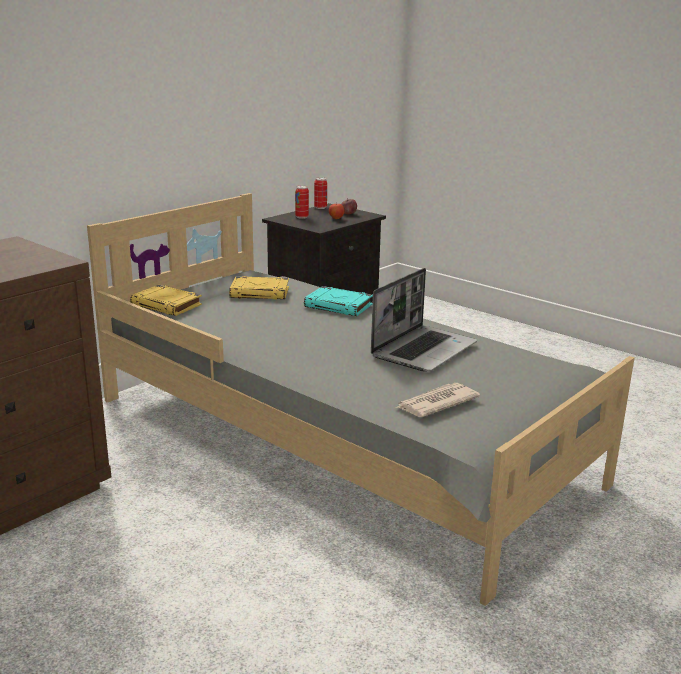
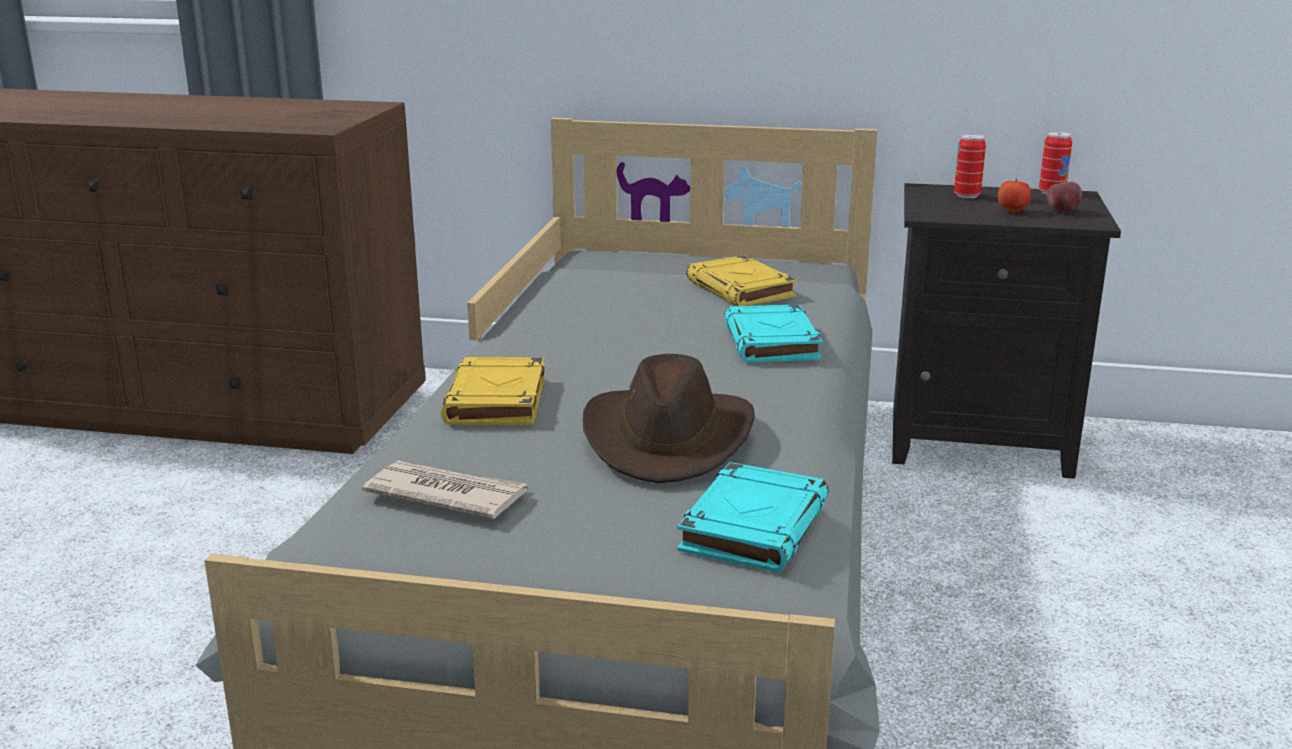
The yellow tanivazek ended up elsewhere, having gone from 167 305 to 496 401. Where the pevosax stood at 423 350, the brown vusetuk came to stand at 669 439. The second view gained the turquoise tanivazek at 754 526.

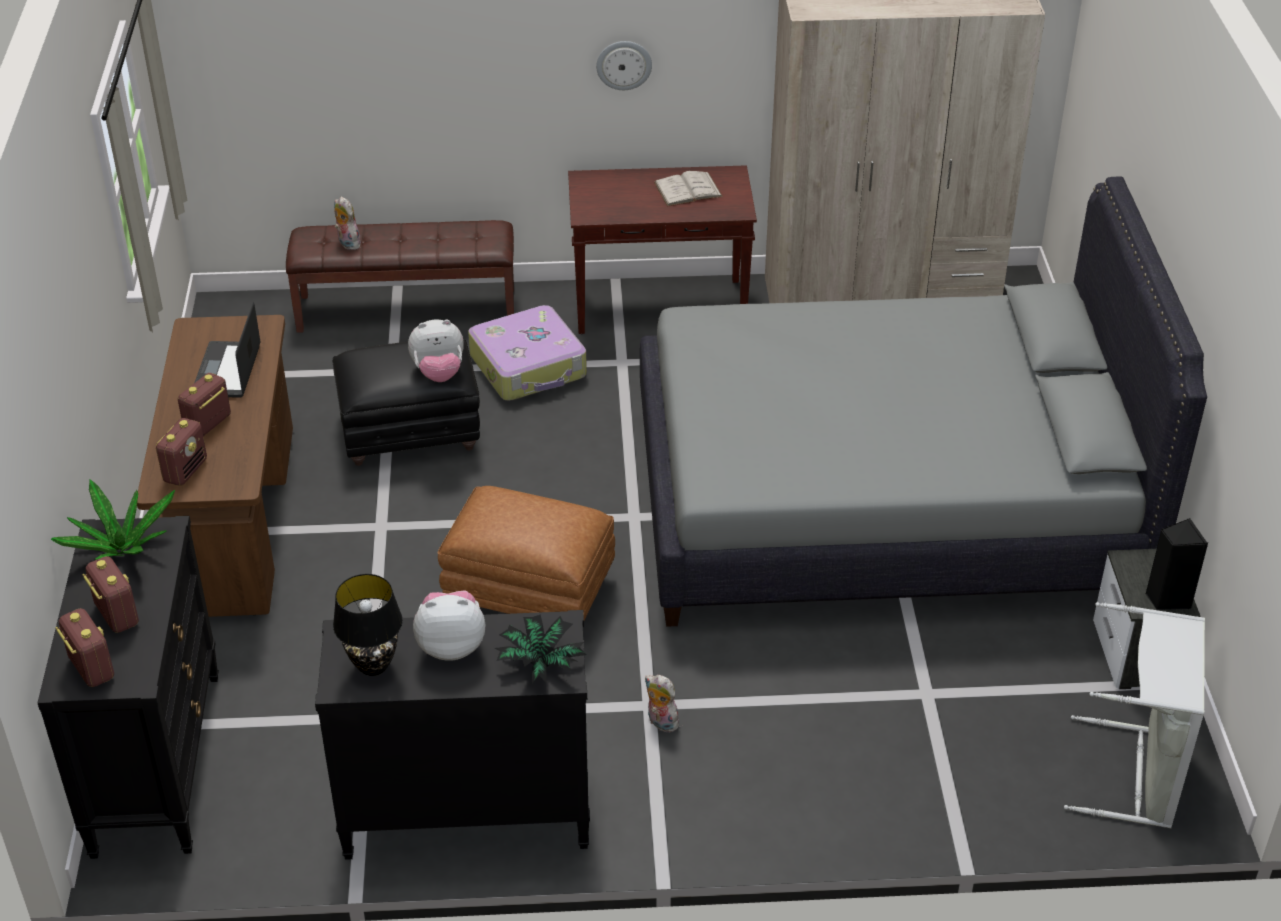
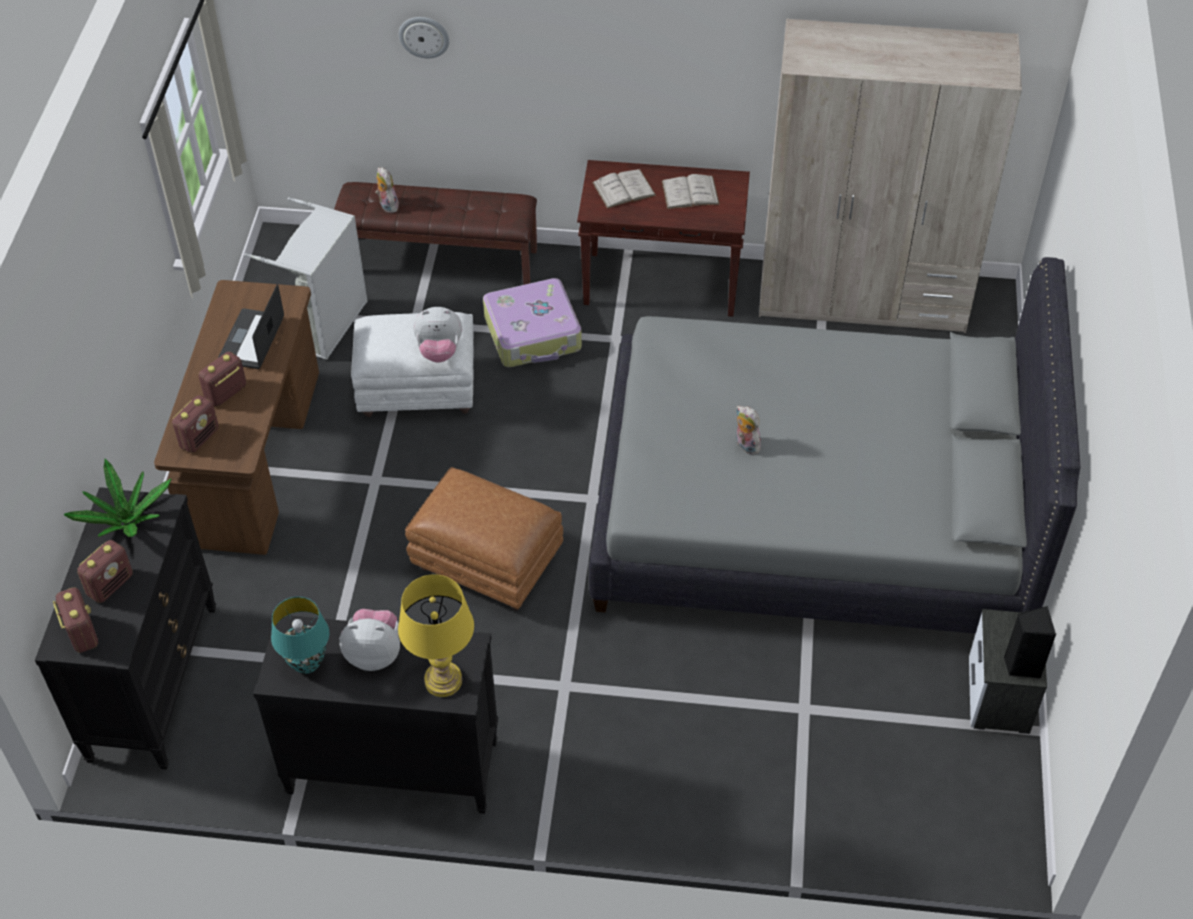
The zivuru at 116 614 ended up facing another way, 60 degrees clockwise from before. The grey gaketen ended up elsewhere, having gone from 1136 775 to 326 324. What was the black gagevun at 373 665 turned into the turquoise gagevun at 307 663. What was the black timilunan at 411 432 turned into the white timilunan at 419 389. Where the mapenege stood at 539 663, the yellow gagevun came to stand at 443 681. The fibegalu ended up elsewhere, having gone from 624 64 to 424 36. The second view gained the white tanivazek at 624 189. The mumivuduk ended up elsewhere, having gone from 660 722 to 745 445.

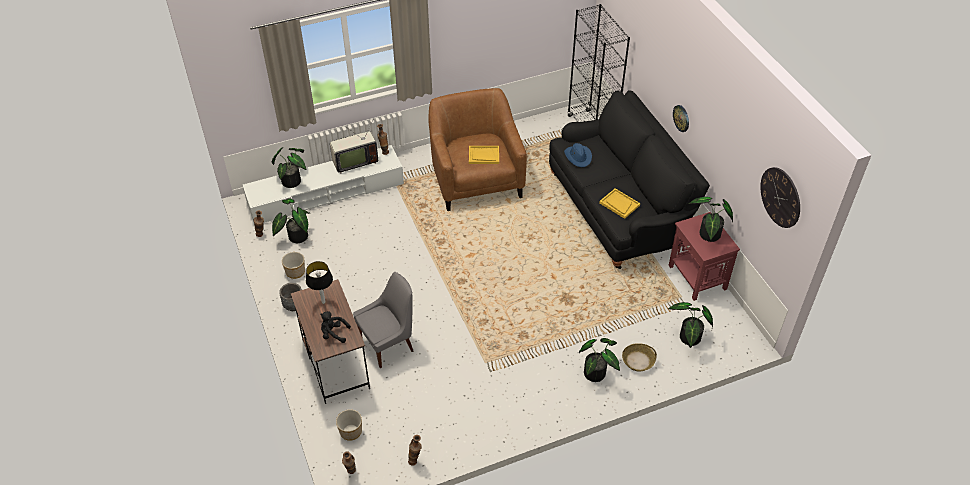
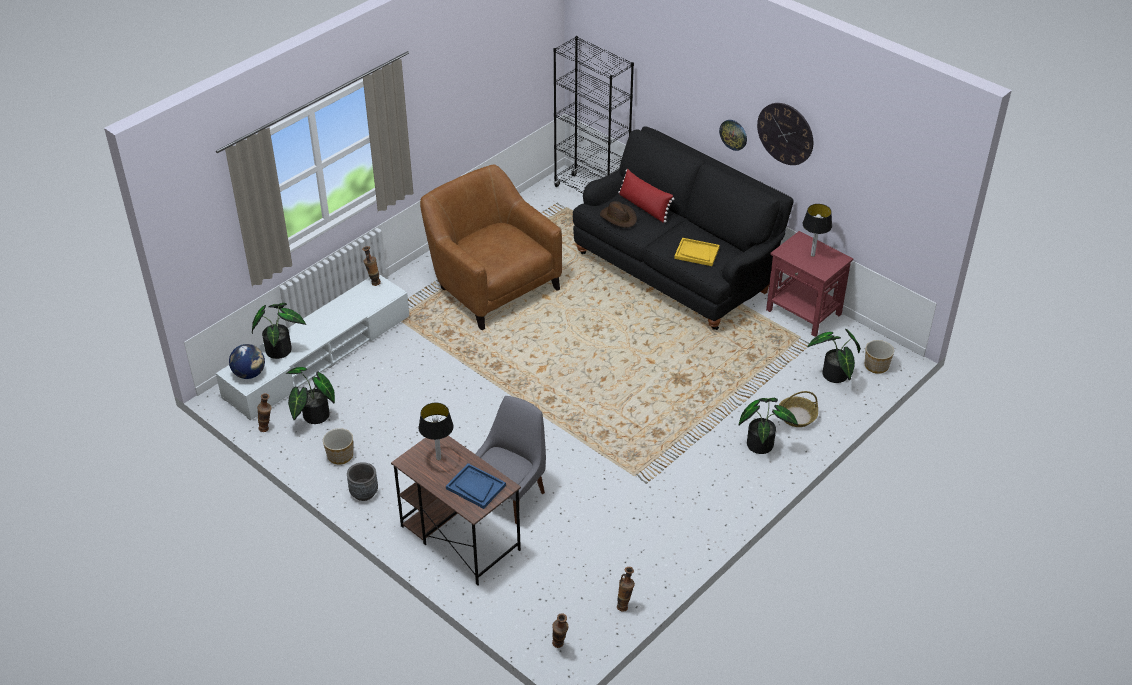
The second view gained the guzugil at 249 374. Where the black mumivuduk stood at 334 333, the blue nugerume came to stand at 475 487. What was the blue vusetuk at 578 157 turned into the brown vusetuk at 618 217. The second view gained the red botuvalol at 644 207. The fibegalu ended up elsewhere, having gone from 780 197 to 785 133. Where the mapenege stood at 708 236, the gagevun came to stand at 813 255. The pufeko ended up elsewhere, having gone from 351 432 to 876 366. The second view lost the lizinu at 354 162. The second view lost the yellow nugerume at 483 156.

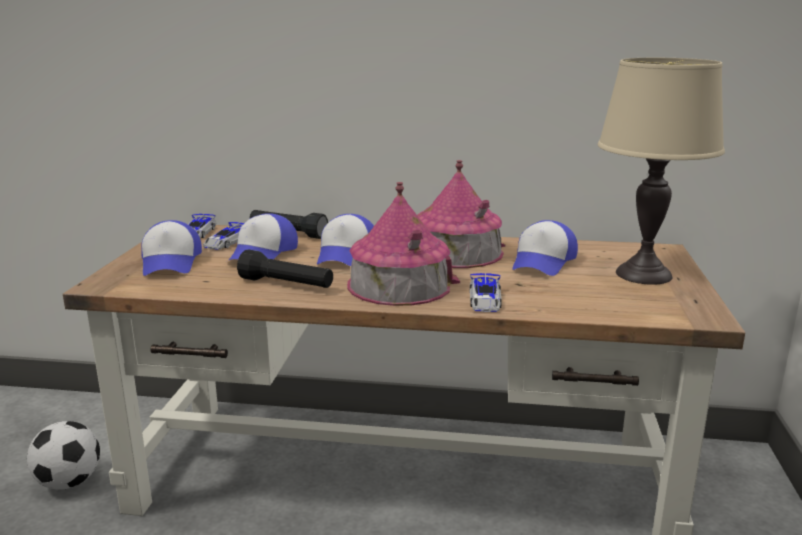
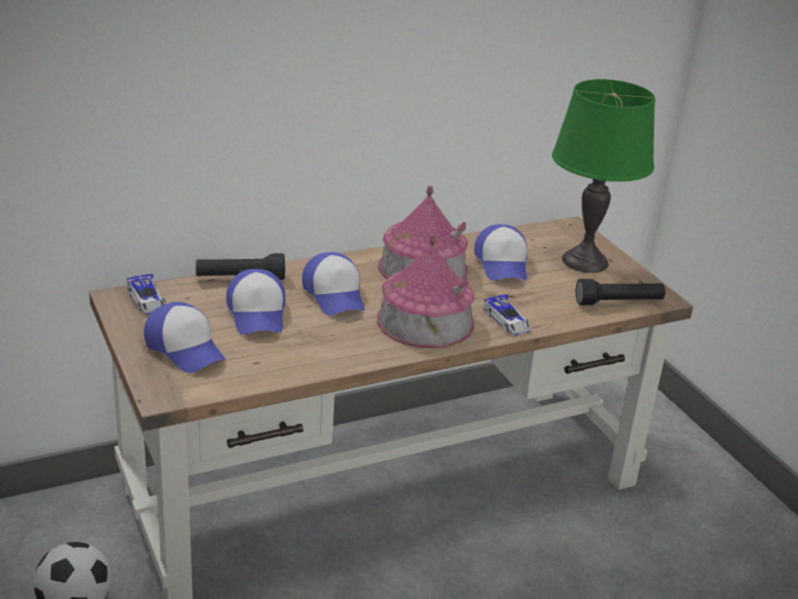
What was the beige gagevun at 643 274 turned into the green gagevun at 585 261. The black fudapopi ended up elsewhere, having gone from 286 285 to 619 303. The second view lost the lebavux at 226 242.

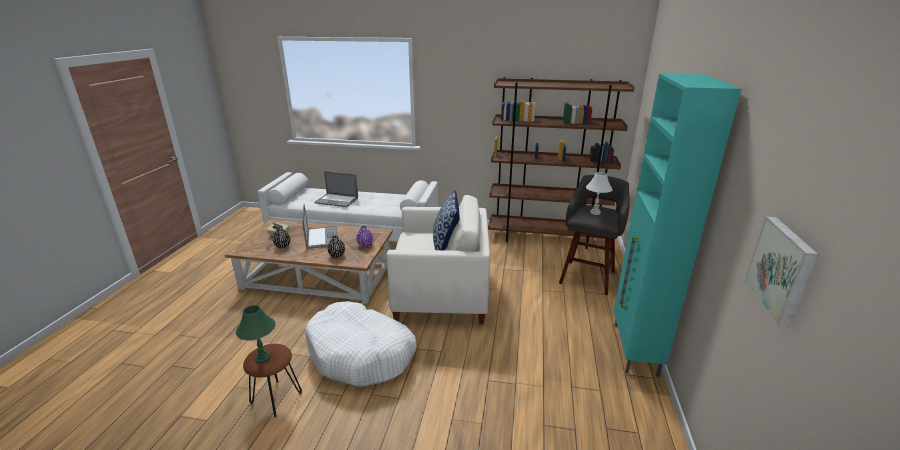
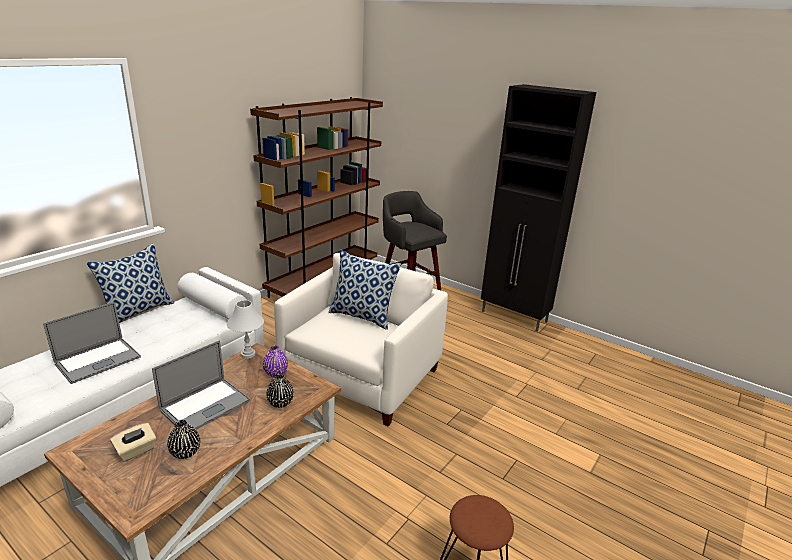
The second view gained the botuvalol at 138 311. The pevosax at 321 237 ended up facing another way, 120 degrees clockwise from before. The white gagevun ended up elsewhere, having gone from 595 213 to 248 354. What was the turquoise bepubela at 634 349 turned into the black bepubela at 514 317. The second view lost the green gagevun at 263 358. The second view lost the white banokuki at 361 353. The second view lost the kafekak at 782 269.

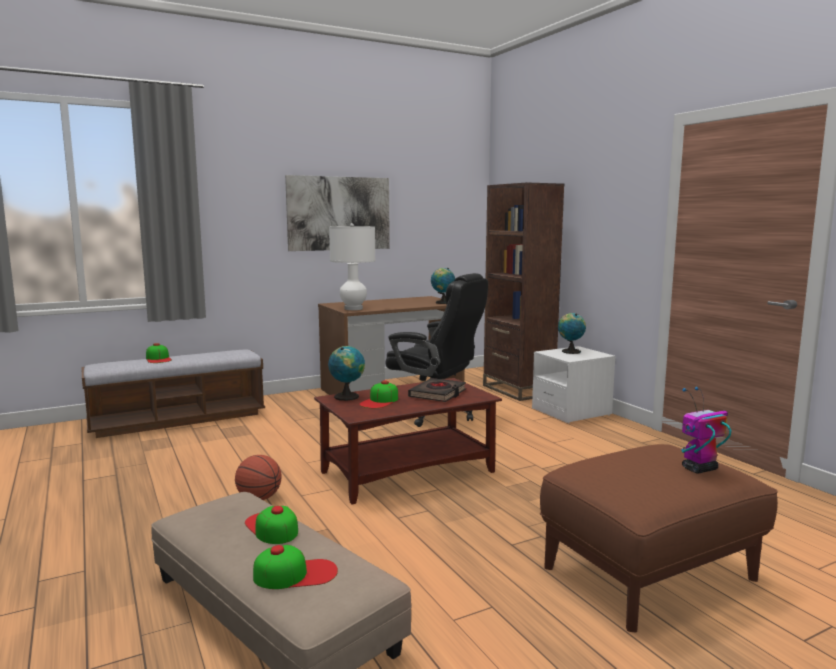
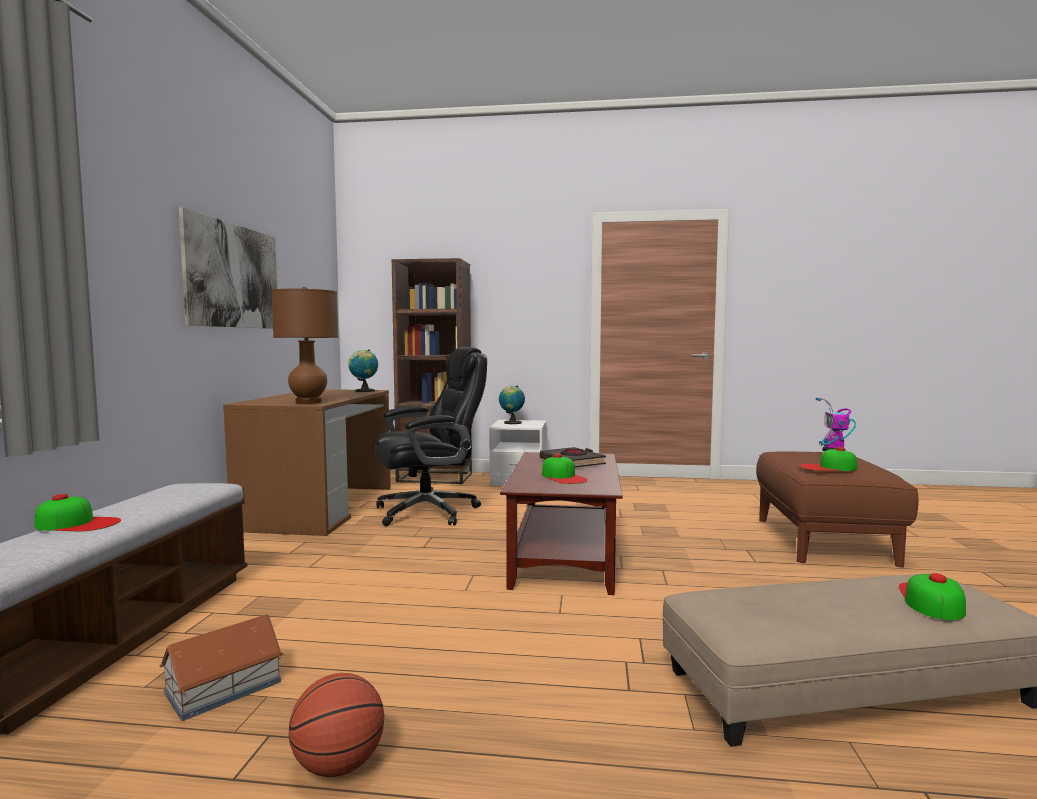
The second view gained the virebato at 222 688. What was the white gagevun at 353 309 turned into the brown gagevun at 308 402. The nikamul ended up elsewhere, having gone from 259 498 to 338 766. The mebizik ended up elsewhere, having gone from 271 527 to 828 467. The second view lost the guzugil at 347 396.

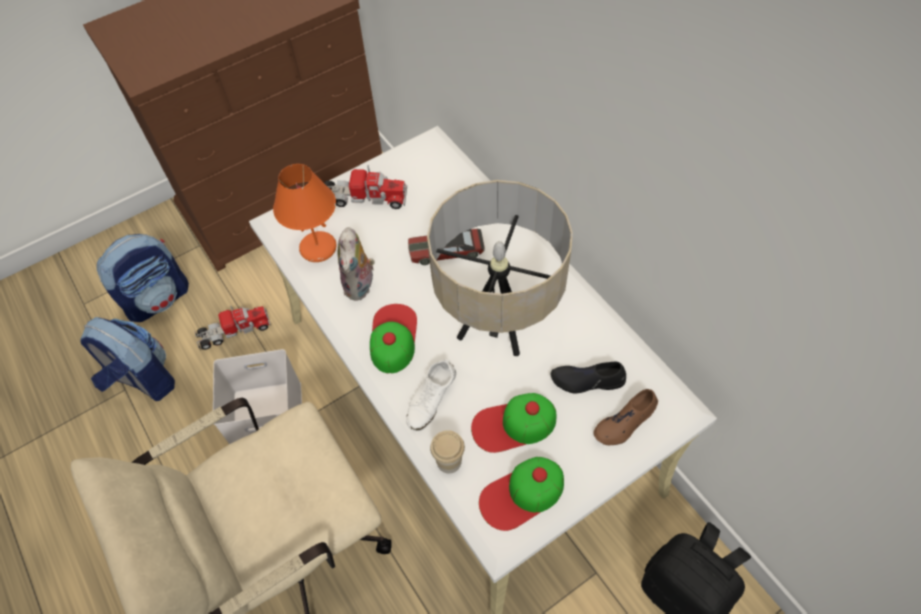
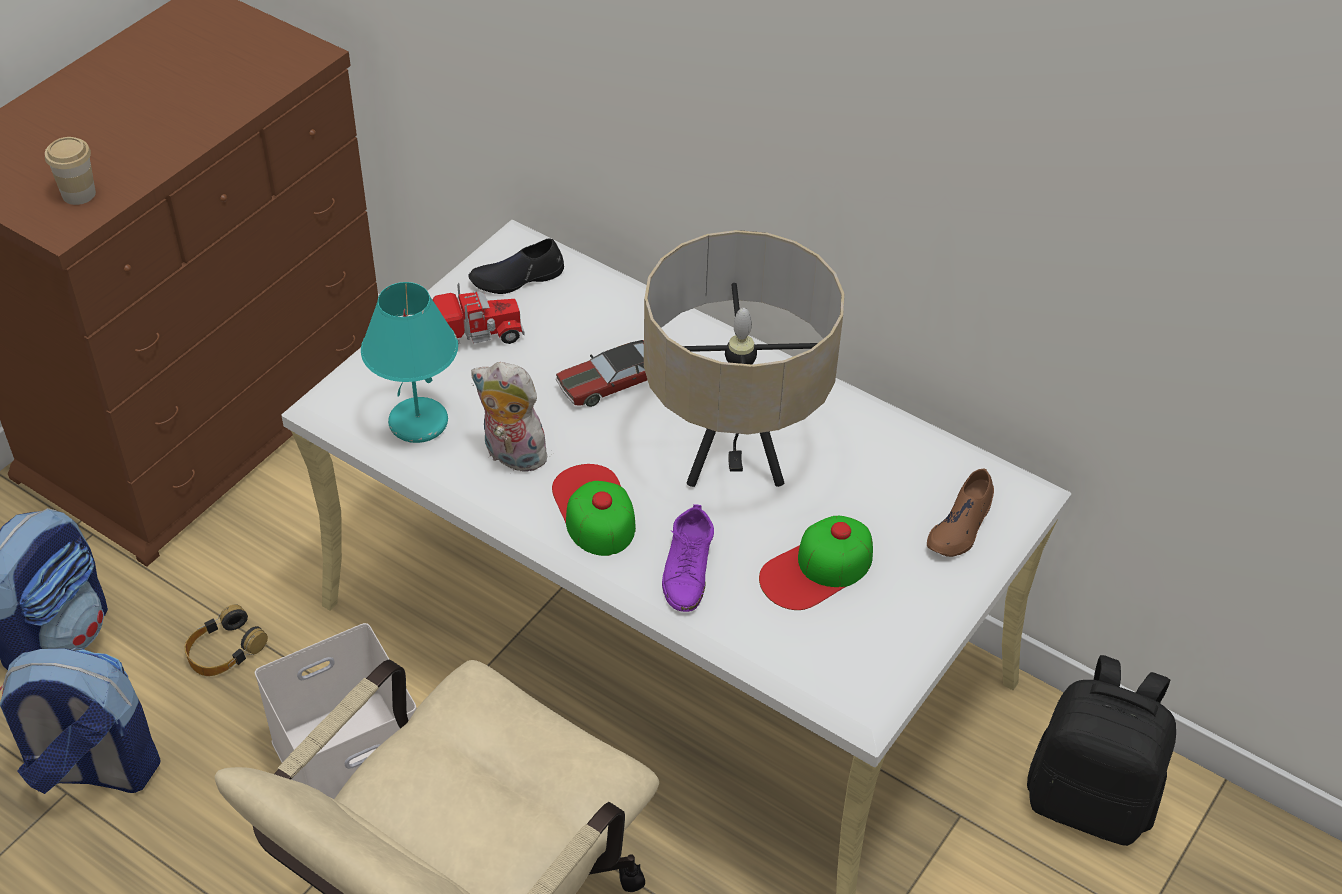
The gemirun ended up elsewhere, having gone from 449 461 to 78 194. Where the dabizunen stood at 234 331, the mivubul came to stand at 224 650. What was the orange gagevun at 317 249 turned into the turquoise gagevun at 418 424. The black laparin ended up elsewhere, having gone from 587 380 to 517 278. The mumivuduk at 361 286 ended up facing another way, 135 degrees clockwise from before. What was the white laparin at 431 398 turned into the purple laparin at 687 569. The second view lost the mebizik at 522 494.

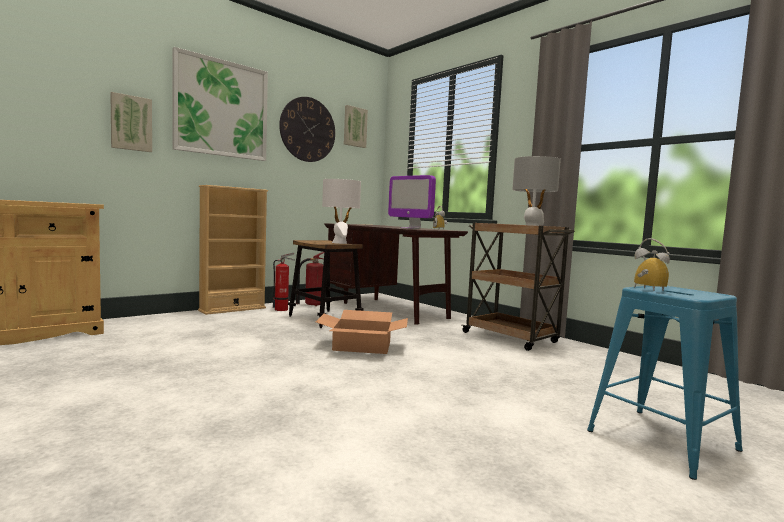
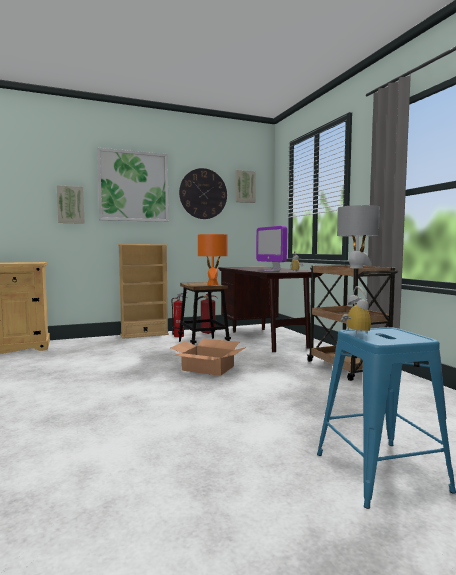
What was the white gagevun at 339 243 turned into the orange gagevun at 212 284.

